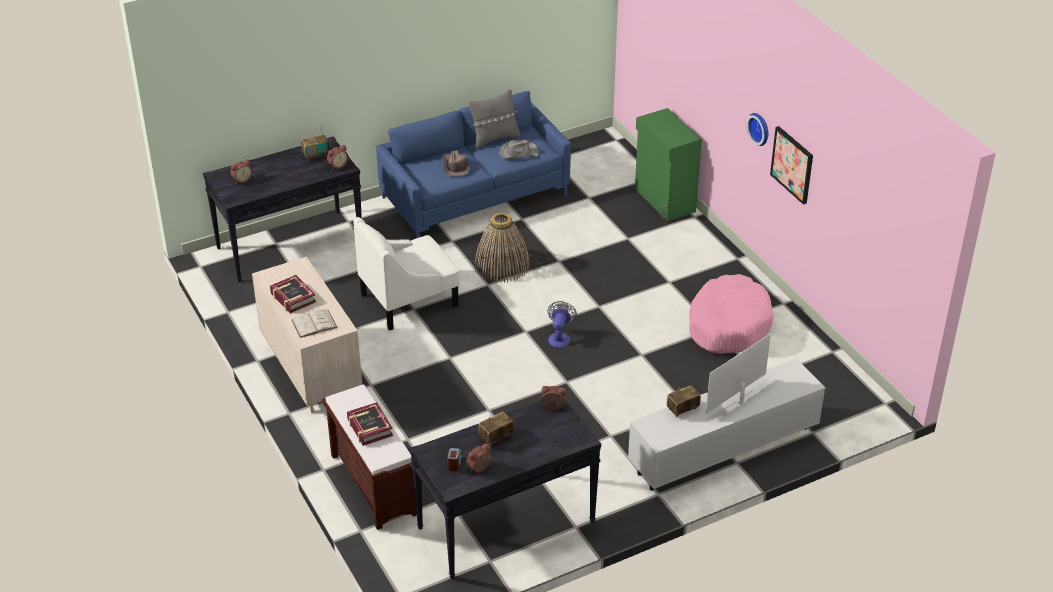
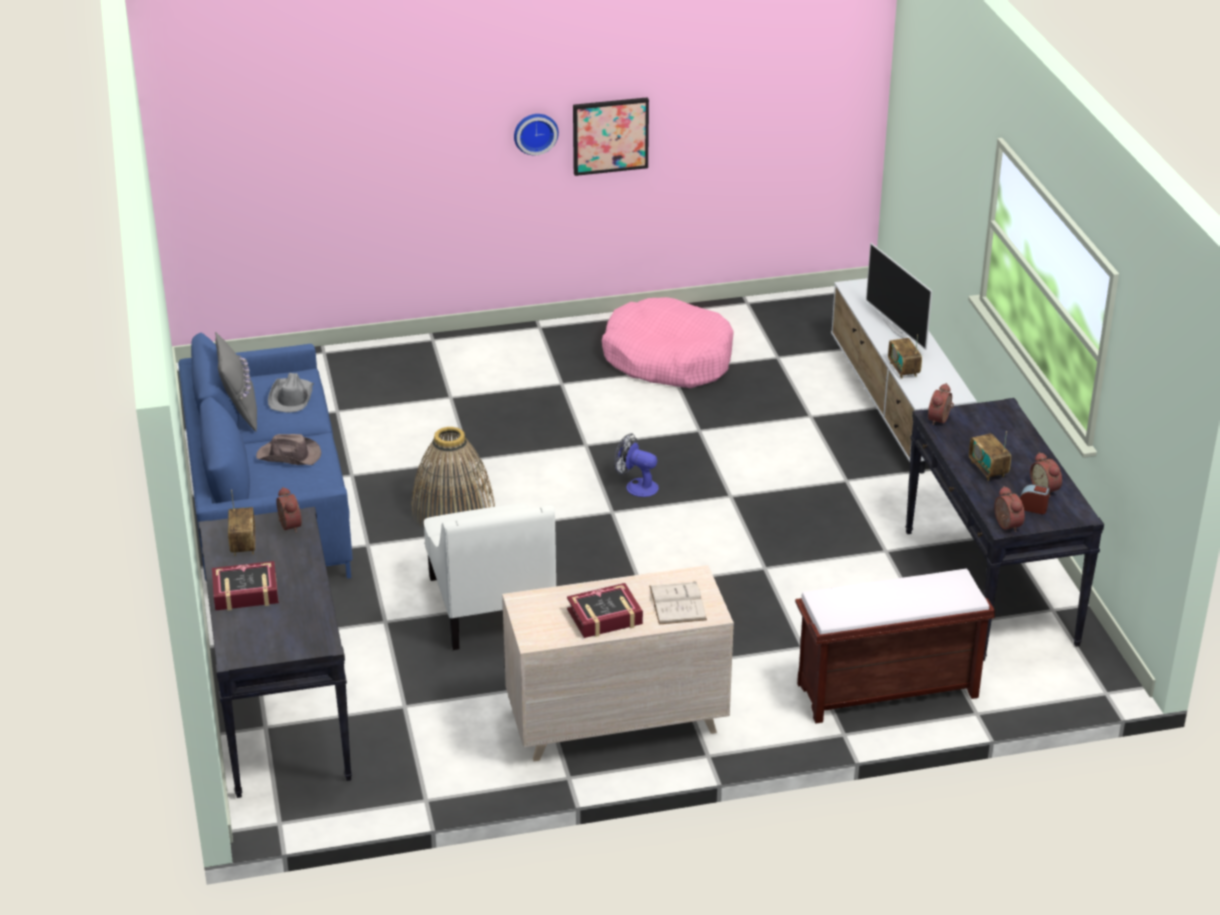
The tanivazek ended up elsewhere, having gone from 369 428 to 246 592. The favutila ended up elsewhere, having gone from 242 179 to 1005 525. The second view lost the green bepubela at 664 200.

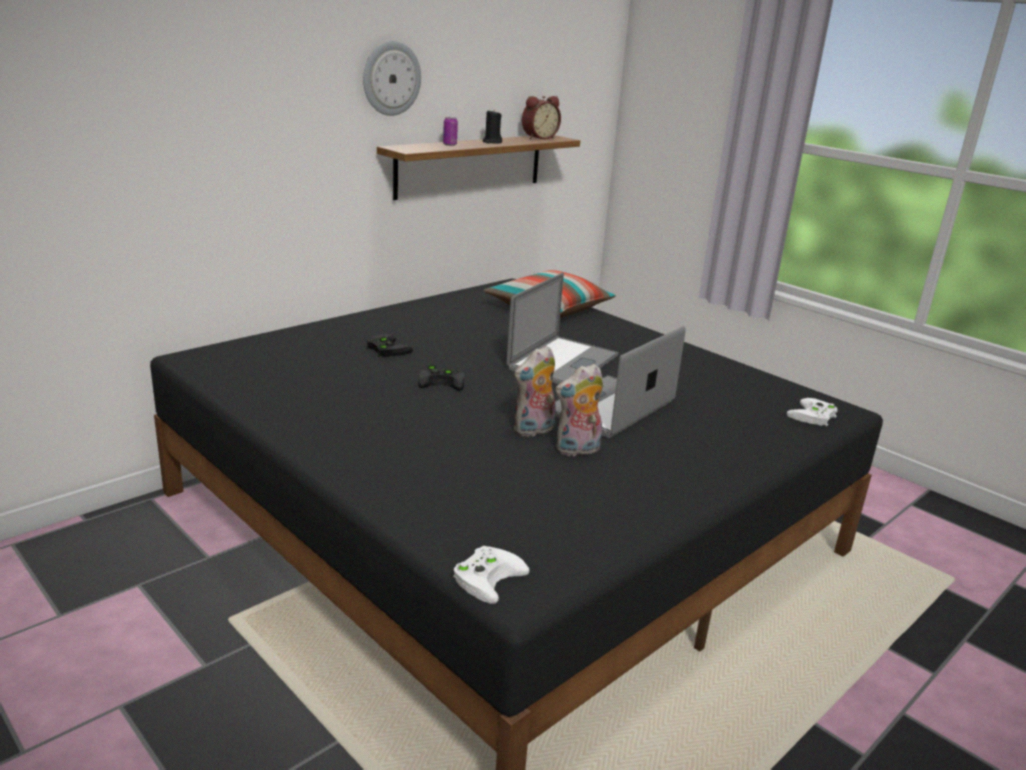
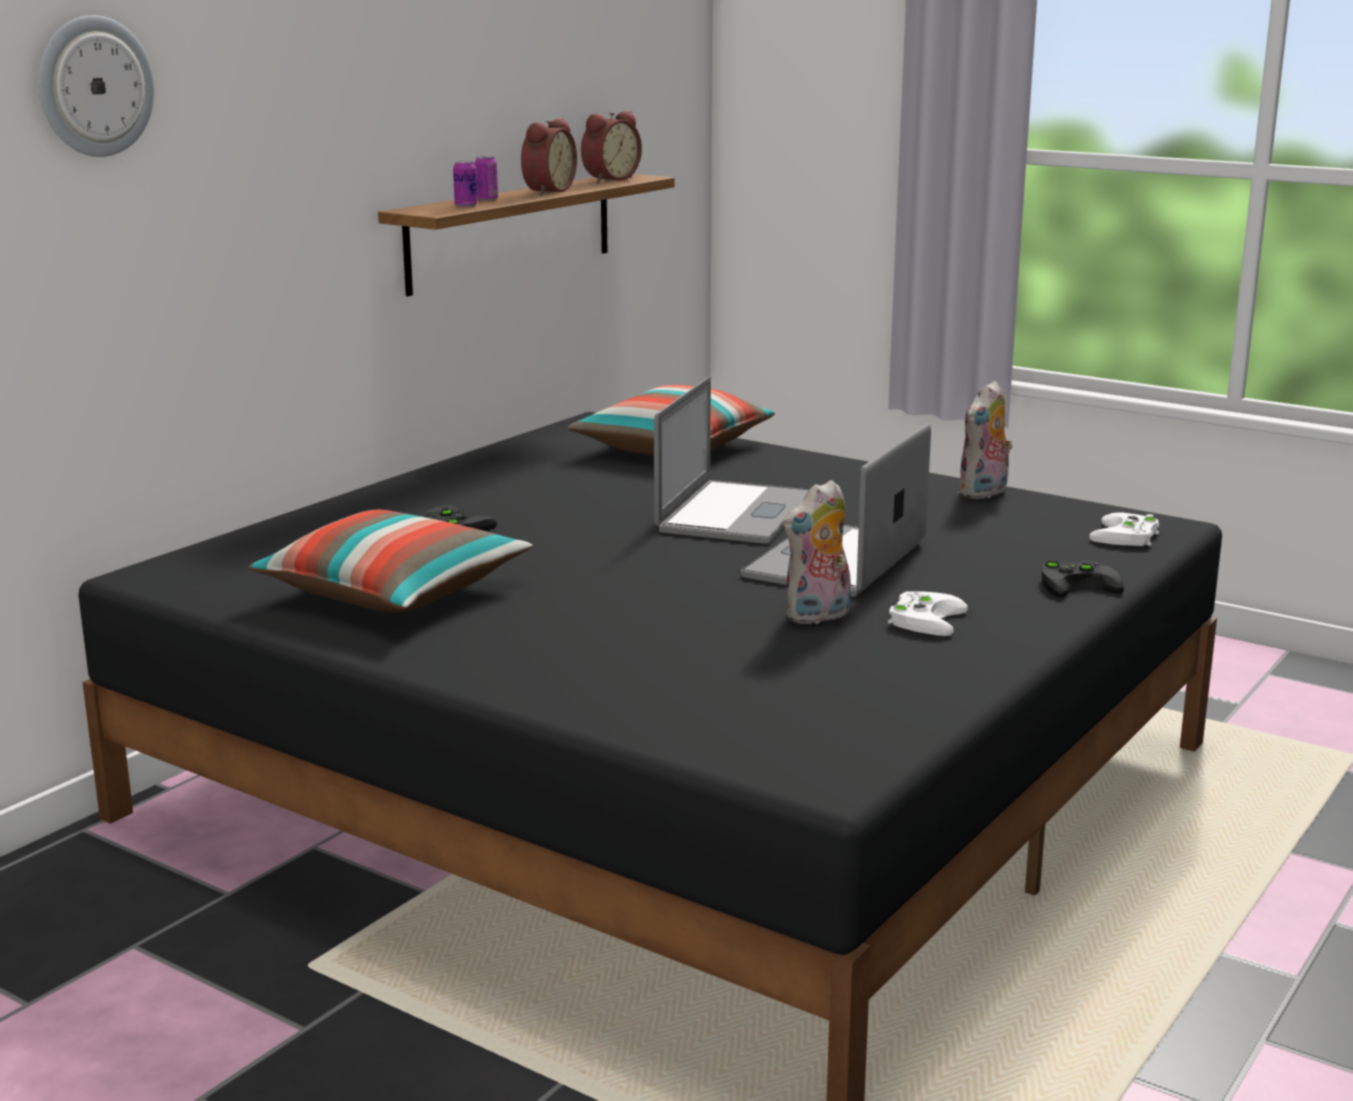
The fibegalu ended up elsewhere, having gone from 391 78 to 94 86. The second view gained the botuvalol at 393 593. The second view gained the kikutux at 466 205. Where the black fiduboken stood at 492 142, the favutila came to stand at 546 191. The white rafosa ended up elsewhere, having gone from 487 575 to 924 618. The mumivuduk ended up elsewhere, having gone from 534 430 to 984 493. The black rafosa ended up elsewhere, having gone from 443 381 to 1079 584.

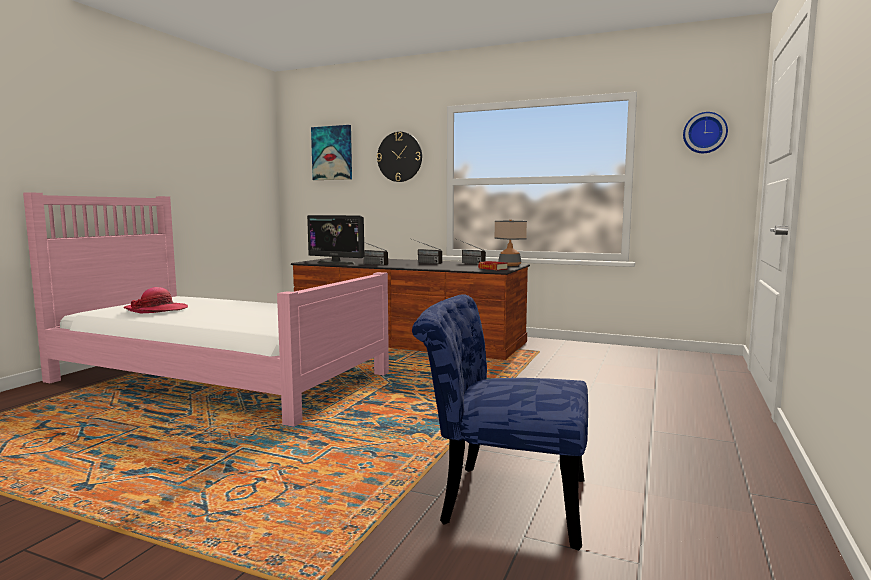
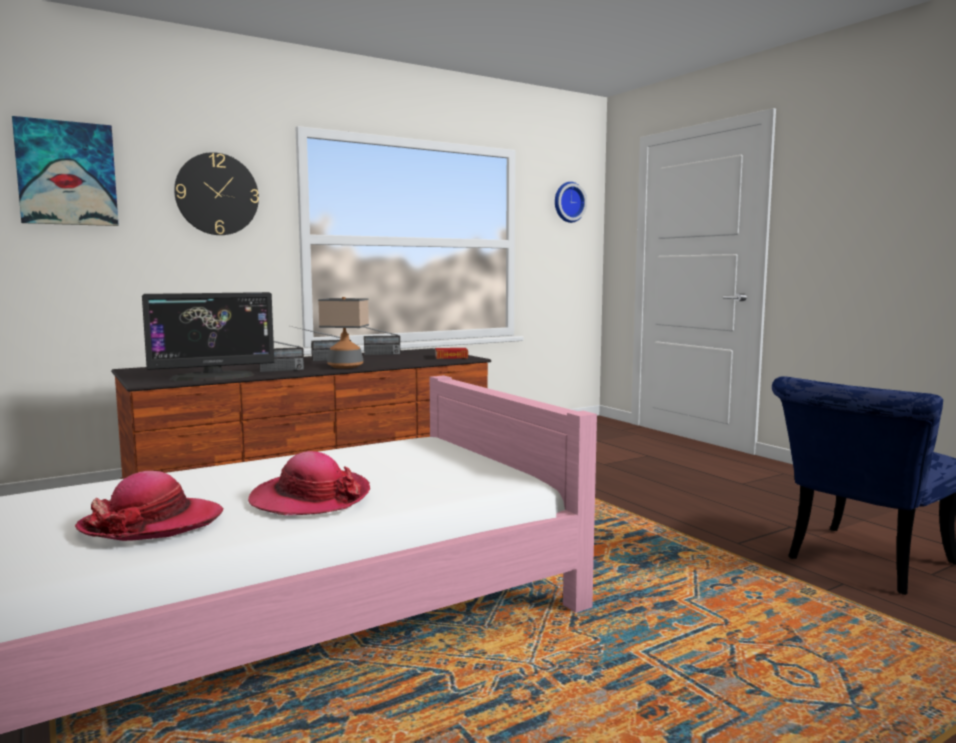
The second view gained the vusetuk at 310 498. The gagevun ended up elsewhere, having gone from 509 265 to 345 366.

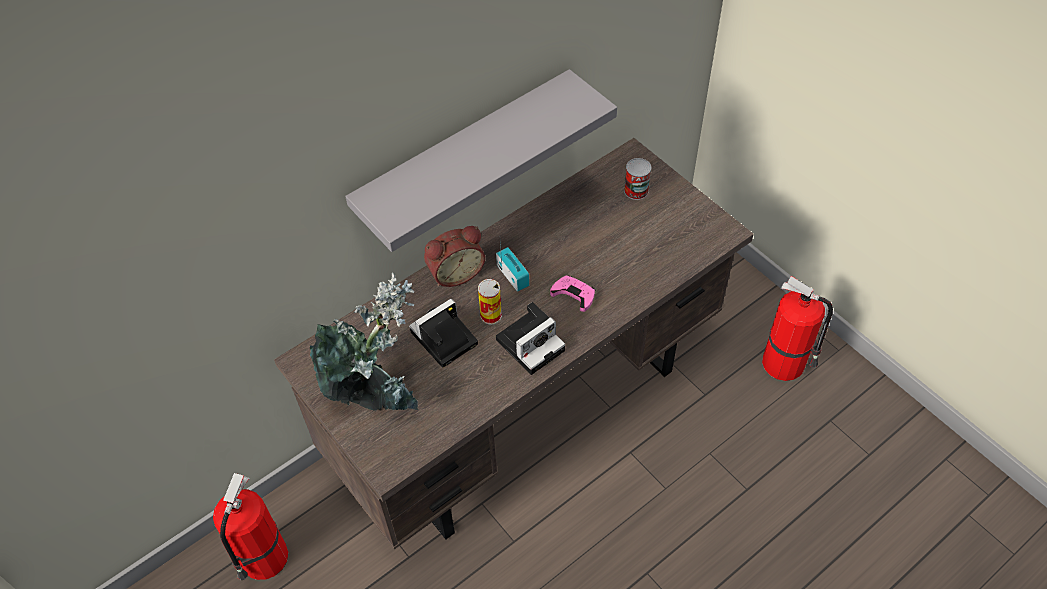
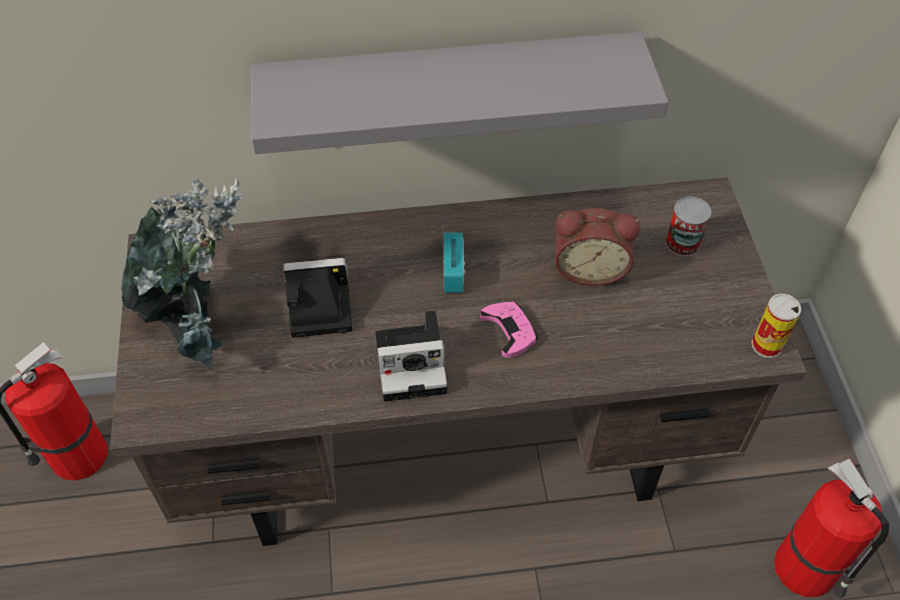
The favutila ended up elsewhere, having gone from 455 272 to 589 267. The kikutux ended up elsewhere, having gone from 491 315 to 766 345.

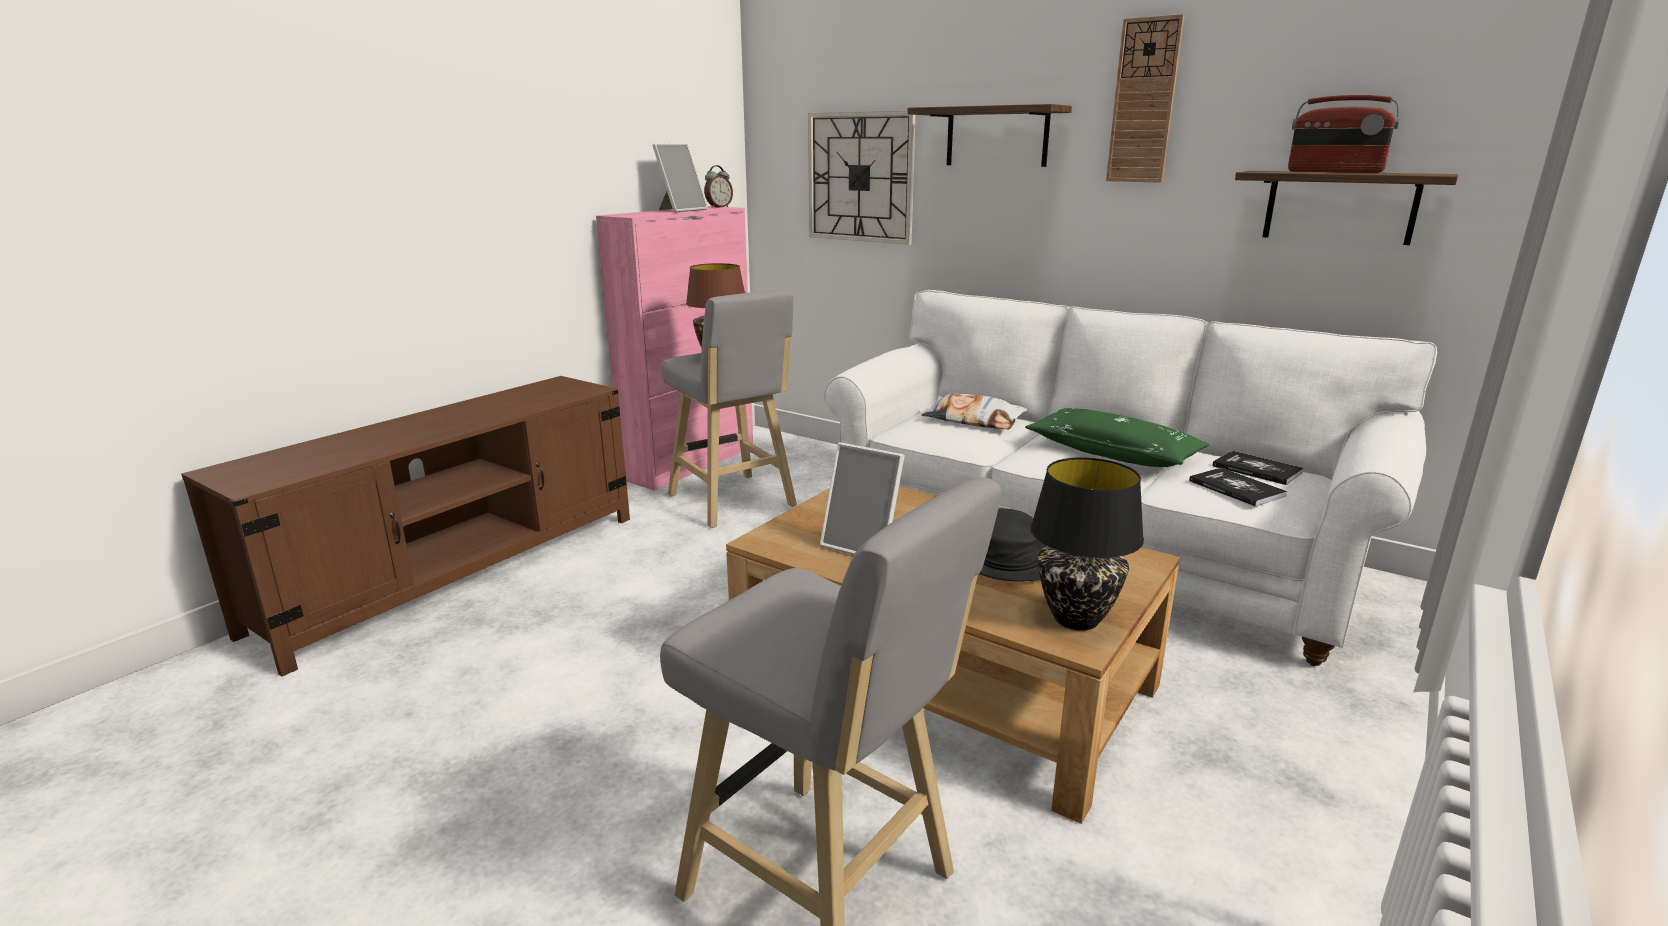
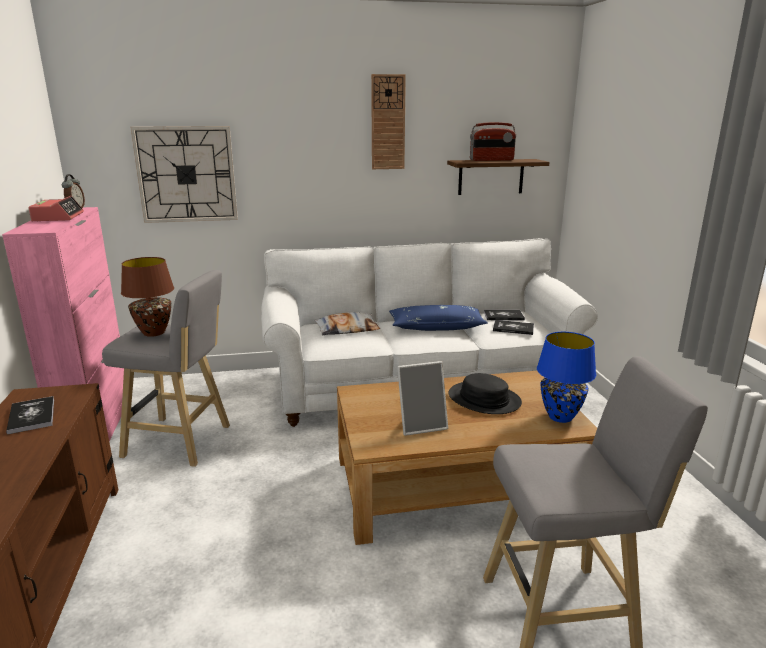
The second view gained the tanivazek at 31 416. Where the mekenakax stood at 680 210, the favutila came to stand at 58 217. What was the green botuvalol at 1113 453 turned into the blue botuvalol at 436 327. What was the black gagevun at 1077 619 turned into the blue gagevun at 560 416. The second view lost the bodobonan at 996 137.

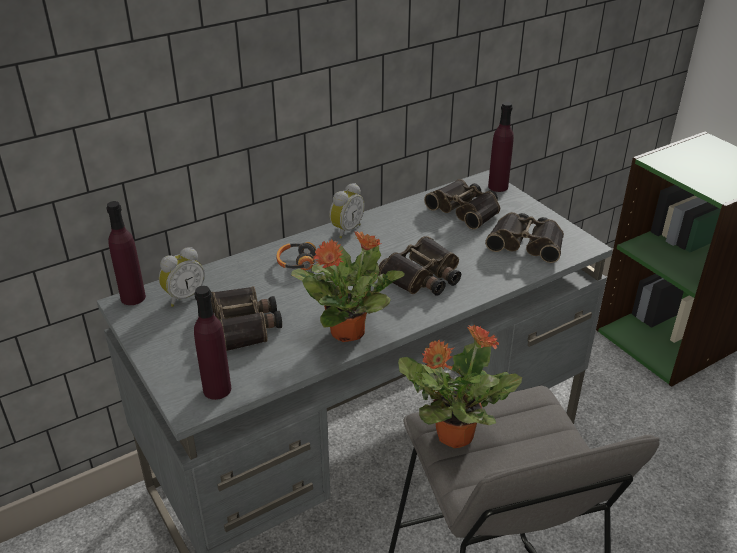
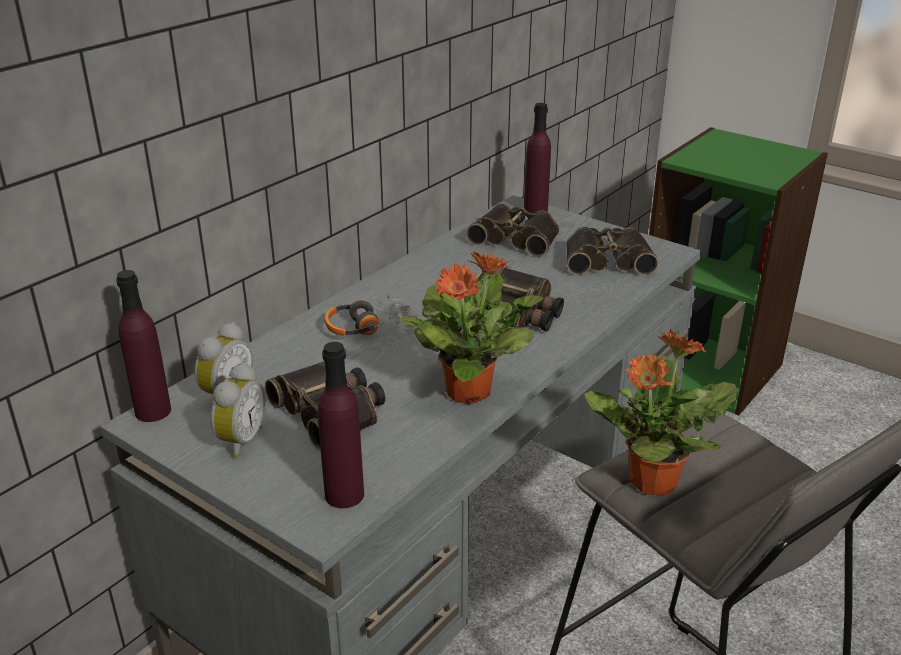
The favutila ended up elsewhere, having gone from 345 229 to 239 441.

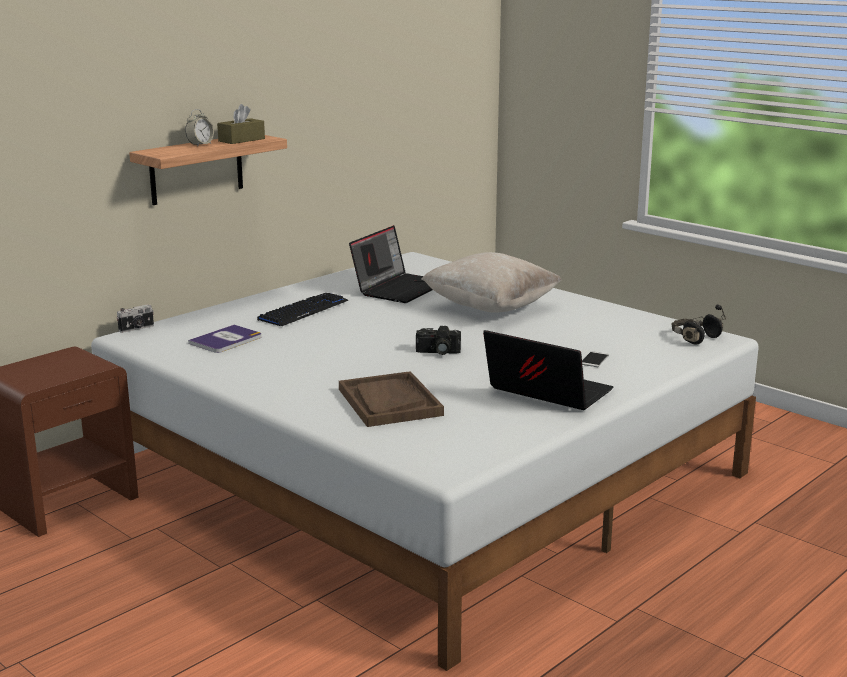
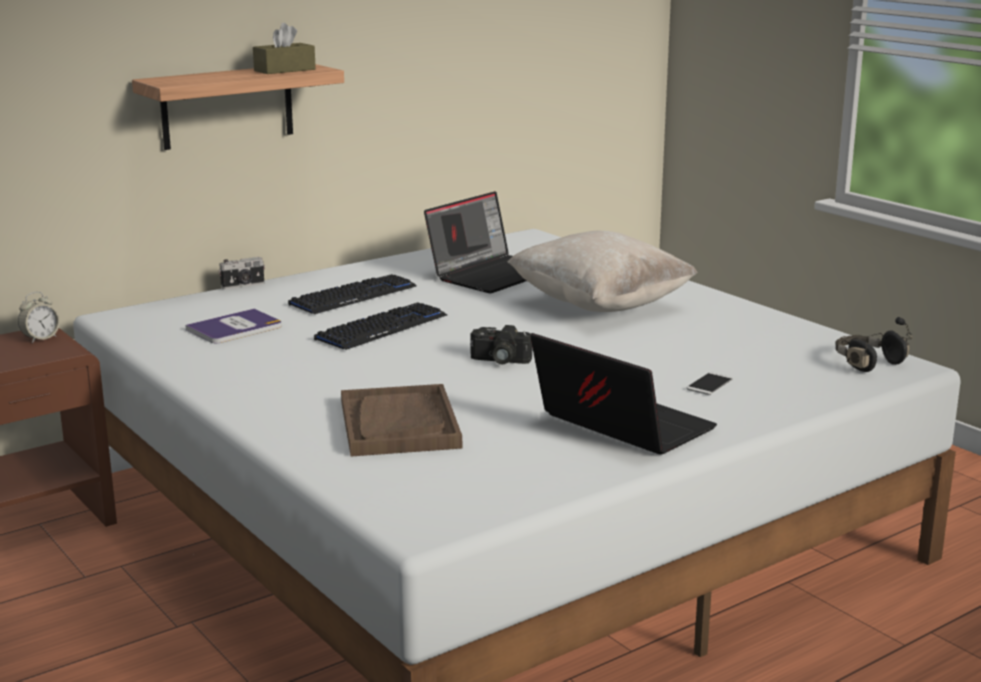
The favutila ended up elsewhere, having gone from 200 145 to 41 338. The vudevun ended up elsewhere, having gone from 137 328 to 243 285. The second view gained the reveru at 382 328.

